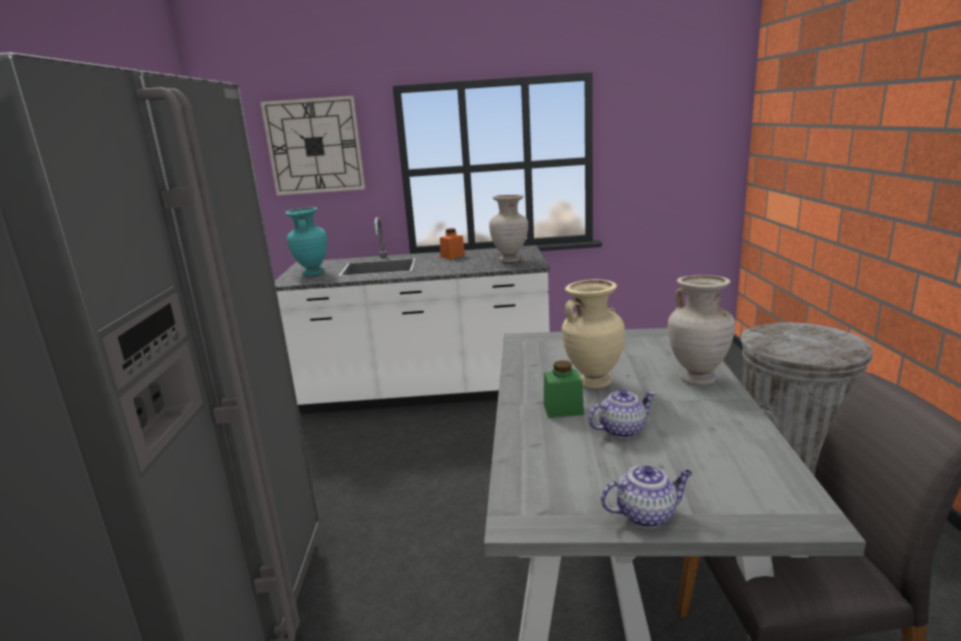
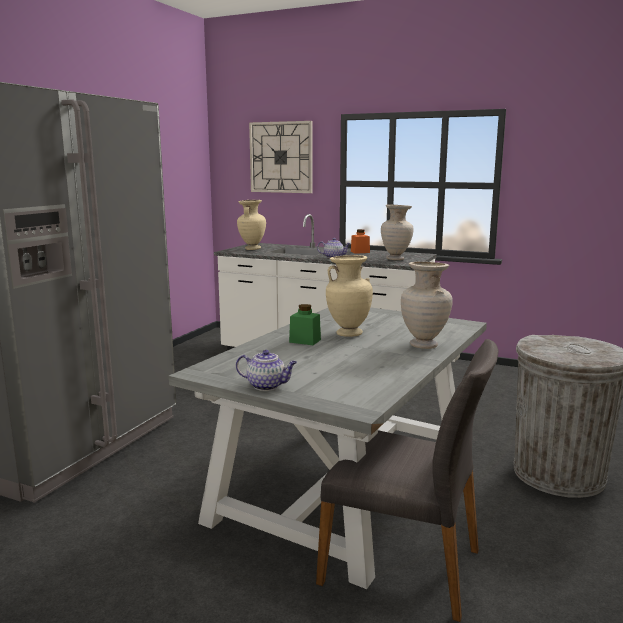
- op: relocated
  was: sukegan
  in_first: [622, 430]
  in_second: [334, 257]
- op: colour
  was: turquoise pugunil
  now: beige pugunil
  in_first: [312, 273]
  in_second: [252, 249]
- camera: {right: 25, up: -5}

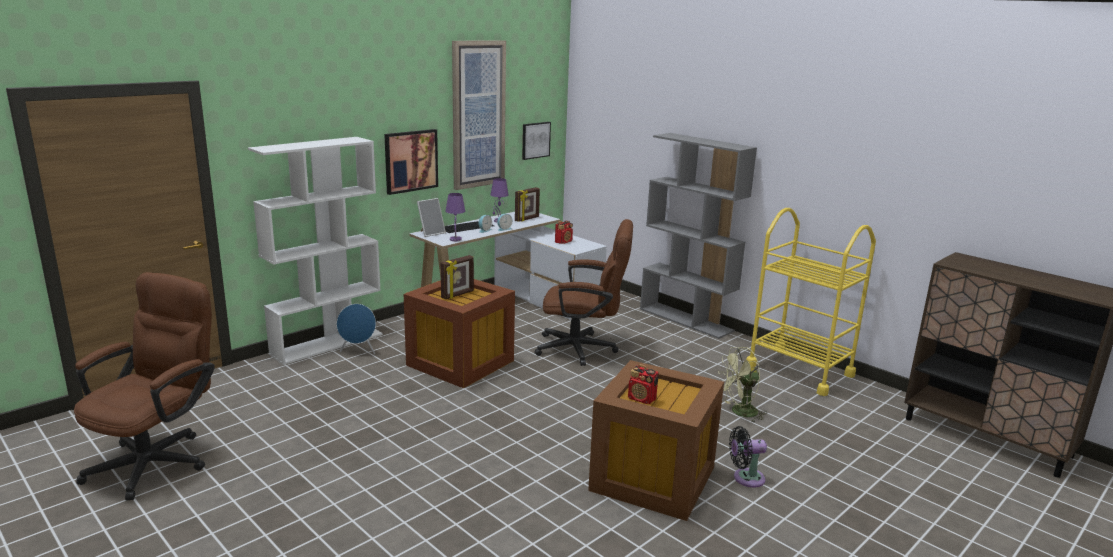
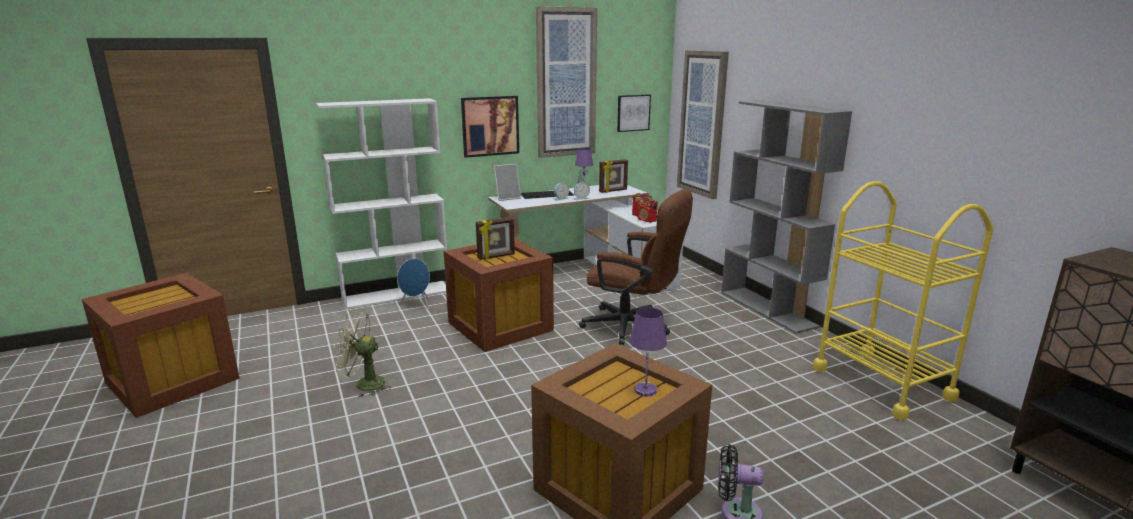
- op: appeared
  now: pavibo
  in_second: [702, 124]
- op: relocated
  was: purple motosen
  in_first: [455, 239]
  in_second: [645, 390]
- op: relocated
  was: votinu
  in_first: [642, 399]
  in_second: [647, 220]
- op: relocated
  was: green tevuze
  in_first: [739, 412]
  in_second: [363, 384]
- op: exchanged
  was: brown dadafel
  now: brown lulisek
  in_first: [158, 459]
  in_second: [175, 381]
- camera: {right: 20, up: 0}

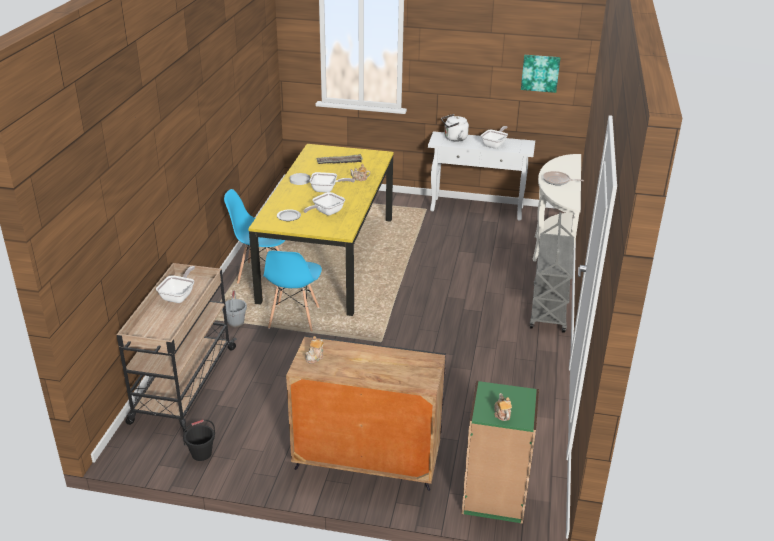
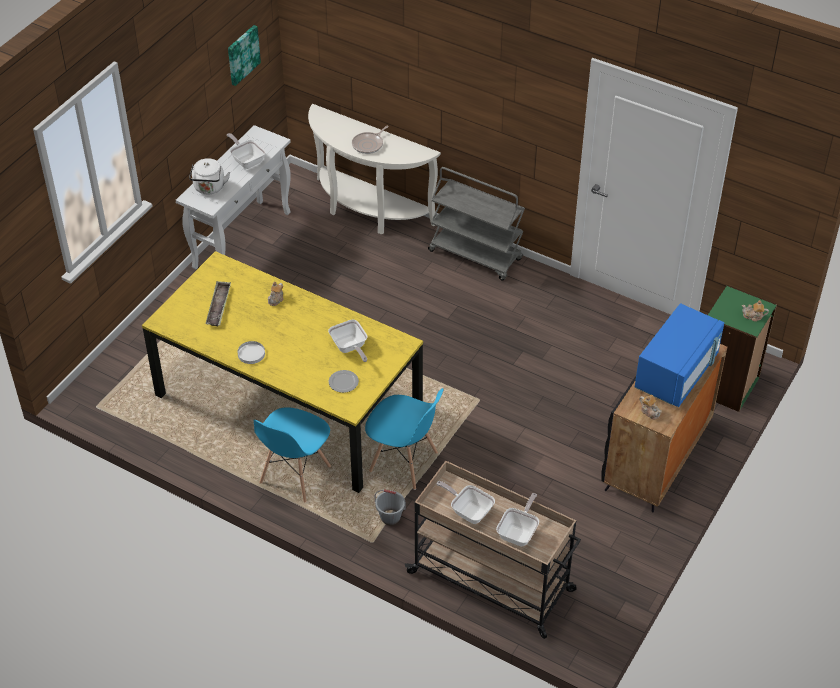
- op: missing
  was: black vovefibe
  in_first: [201, 454]
- op: appeared
  now: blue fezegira
  in_second: [676, 373]
- op: relocated
  was: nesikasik
  in_first: [327, 190]
  in_second: [519, 532]
- camera: {right: -70, up: 15}

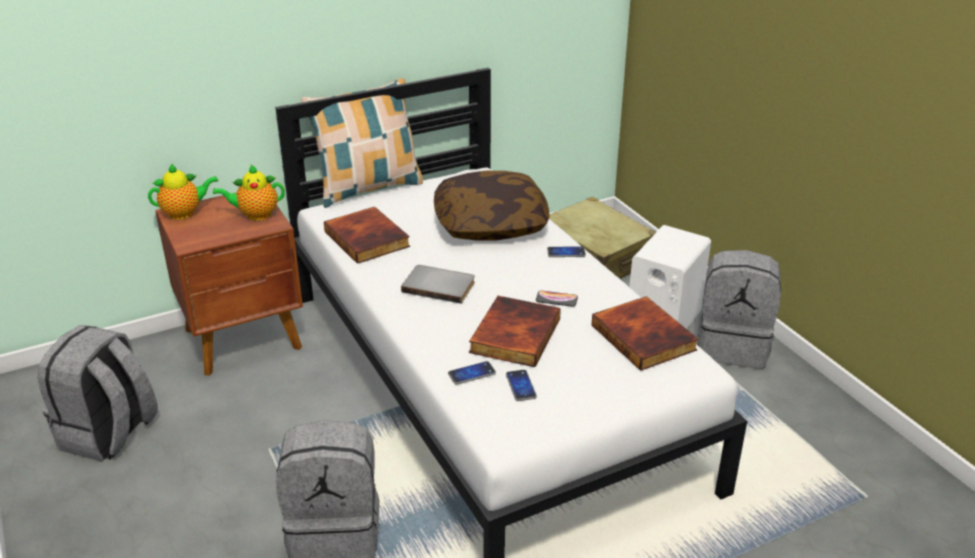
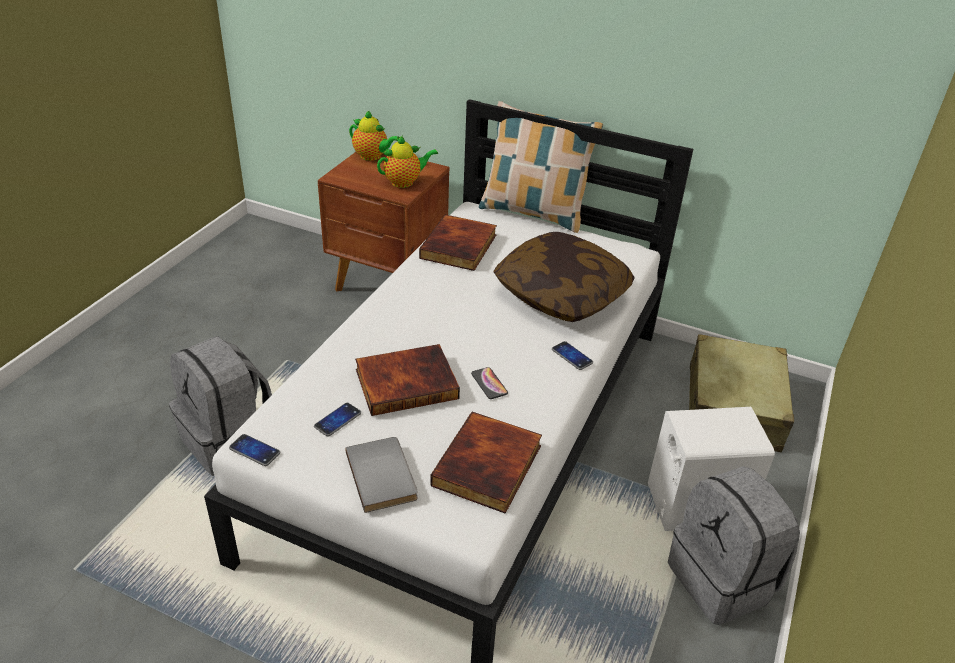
- op: missing
  was: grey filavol
  in_first: [109, 434]
- op: relocated
  was: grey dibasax
  in_first: [439, 285]
  in_second: [384, 475]
- op: relocated
  was: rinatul
  in_first: [472, 373]
  in_second: [254, 451]
- op: spun
  was: sukegan
  in_first: [255, 215]
  in_second: [405, 182]
  clockwise: 120
- camera: {right: 50, up: 5}

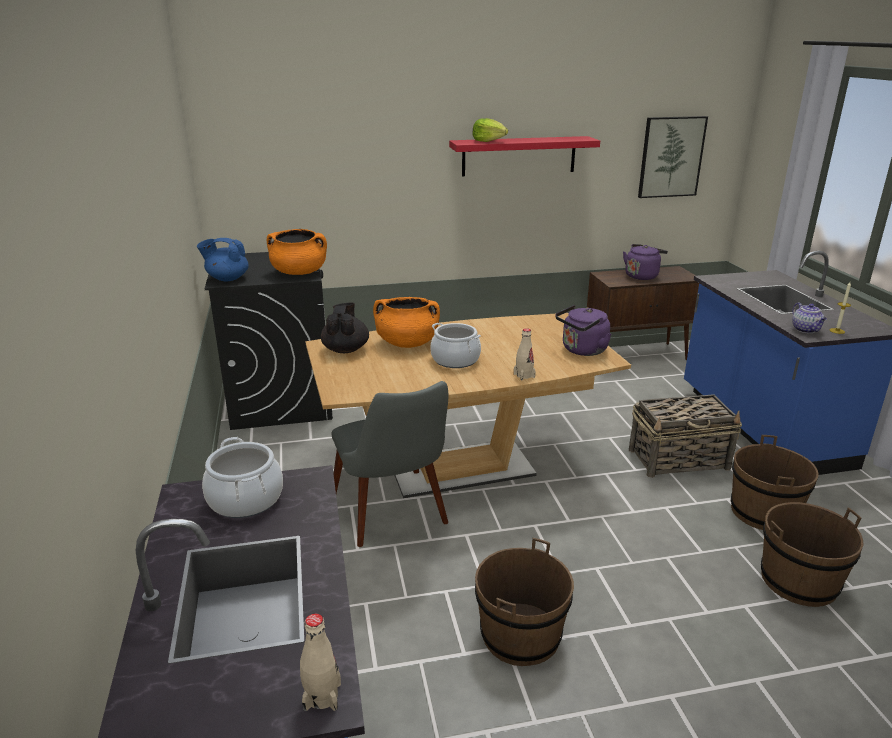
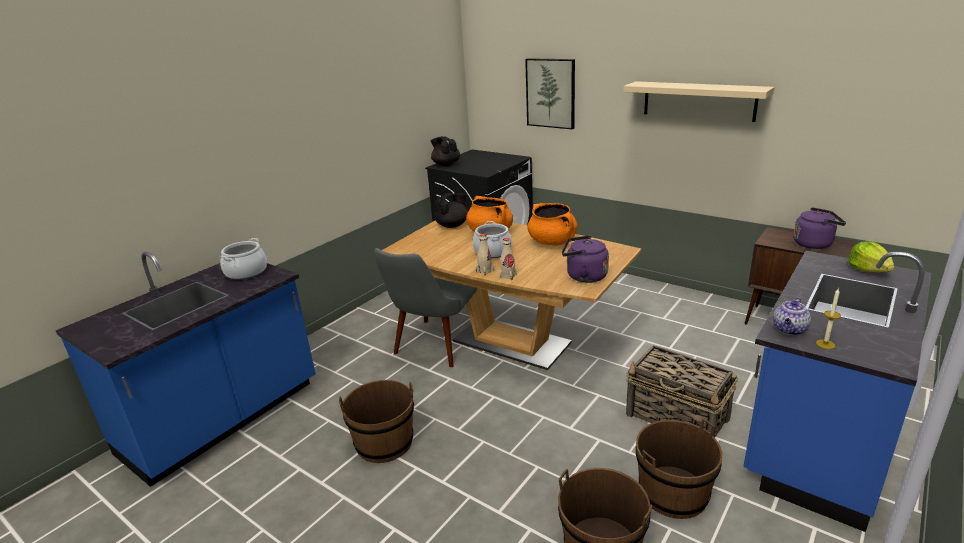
- op: relocated
  was: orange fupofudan
  in_first: [299, 272]
  in_second: [552, 242]
- op: relocated
  was: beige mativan
  in_first: [322, 696]
  in_second: [485, 271]
- op: relocated
  was: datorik
  in_first: [488, 141]
  in_second: [869, 269]
- op: relocated
  was: pavibo
  in_first: [671, 157]
  in_second: [551, 93]
- op: colour
  was: blue sukegan
  now: black sukegan
  in_first: [227, 278]
  in_second: [446, 164]
- op: colour
  was: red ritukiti
  now: beige ritukiti
  in_first: [519, 156]
  in_second: [698, 100]
- camera: {right: 50, up: 0}

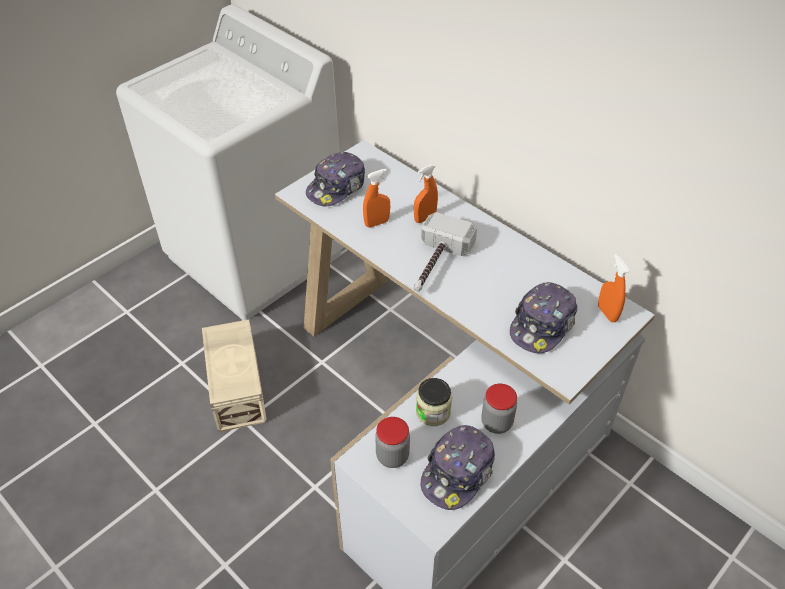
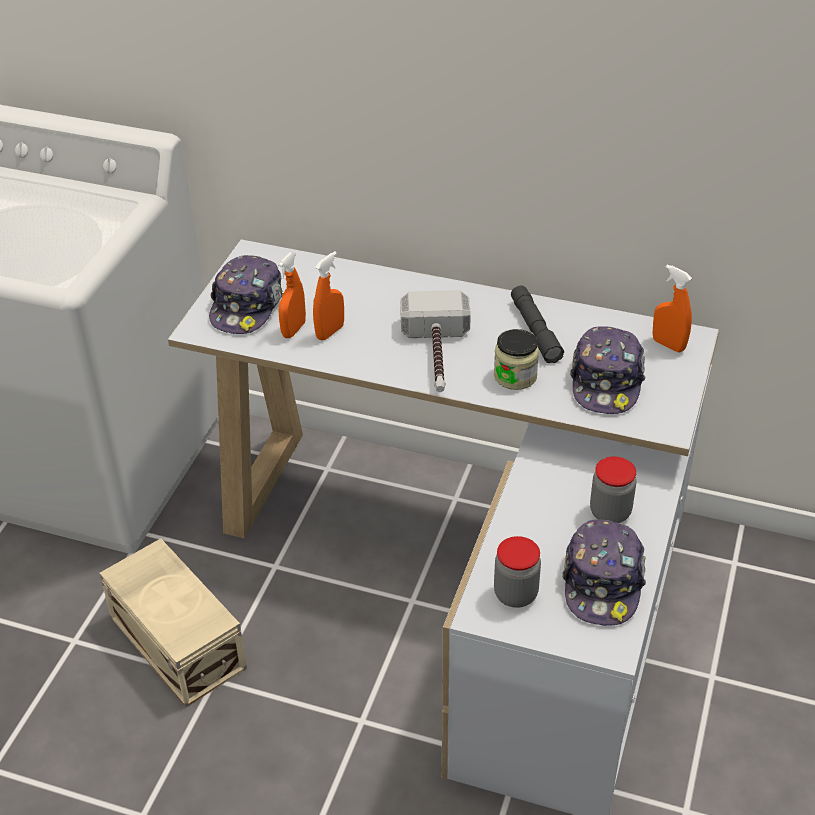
- op: appeared
  now: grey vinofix
  in_second: [535, 331]
- op: relocated
  was: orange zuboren
  in_first: [425, 218]
  in_second: [293, 330]
- op: relocated
  was: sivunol
  in_first: [433, 412]
  in_second: [515, 376]
- camera: {right: -25, up: -5}

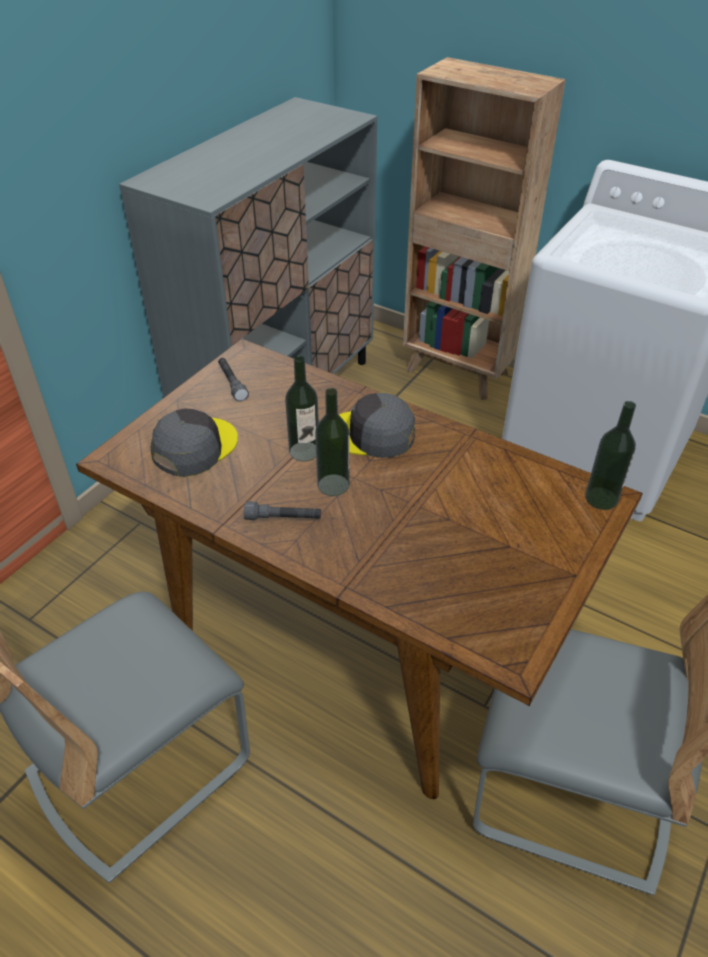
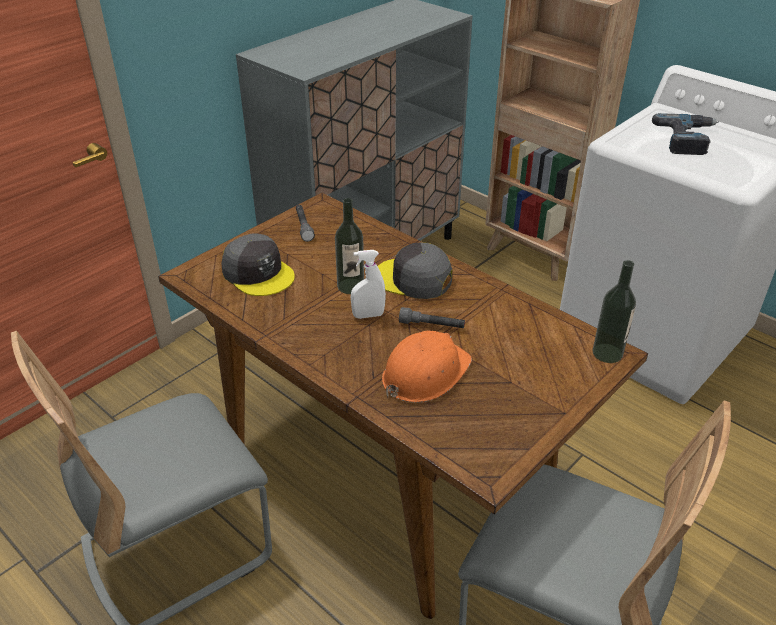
- op: appeared
  now: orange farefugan
  in_second: [424, 373]
- op: appeared
  now: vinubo
  in_second: [688, 139]
- op: relocated
  was: grey vinofix
  in_first: [283, 518]
  in_second: [431, 325]
- op: exchanged
  was: mativan
  now: white zuboren
  in_first: [333, 485]
  in_second: [368, 315]
- op: spun
  was: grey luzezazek
  in_first: [194, 447]
  in_second: [258, 273]
  clockwise: 90
- camera: {right: 10, up: -5}

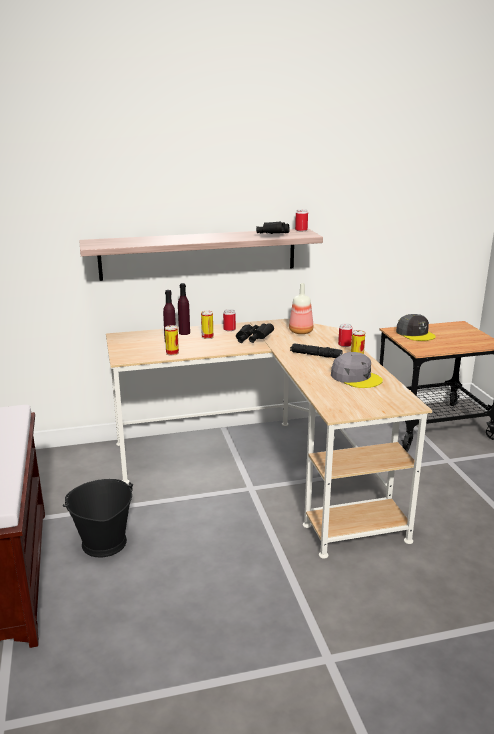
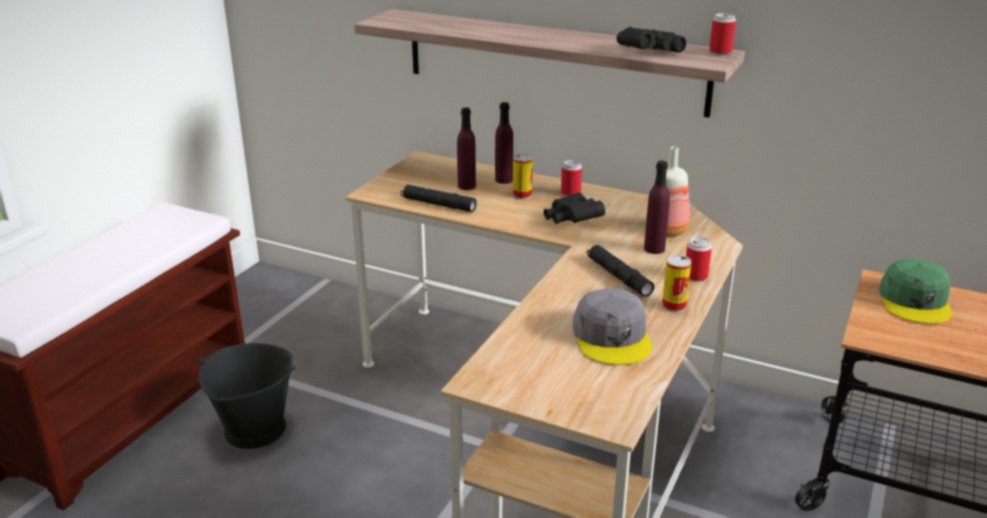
- op: appeared
  now: purple mativan
  in_second: [654, 249]
- op: exchanged
  was: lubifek
  now: black vinofix
  in_first: [172, 353]
  in_second: [438, 204]
- op: colour
  was: grey luzezazek
  now: green luzezazek
  in_first: [415, 334]
  in_second: [915, 302]
- camera: {right: 40, up: 5}

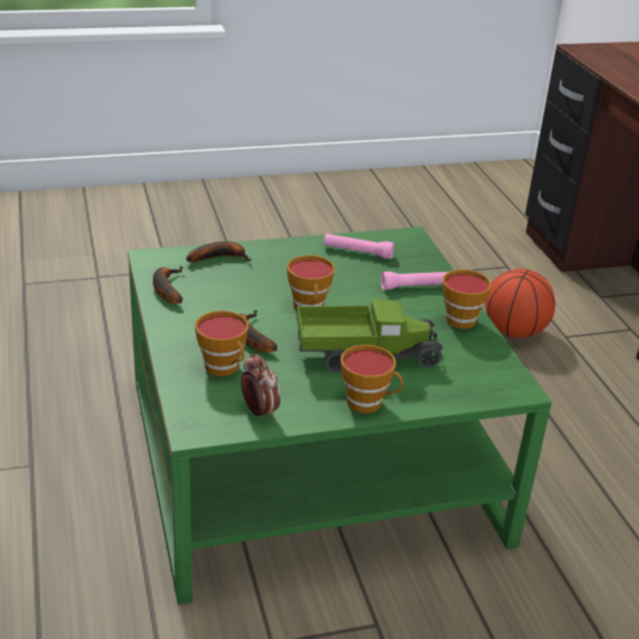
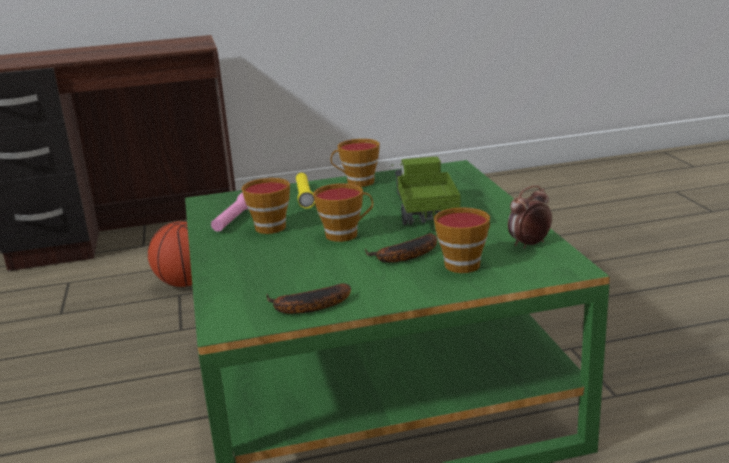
- op: missing
  was: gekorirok
  in_first: [220, 257]
- op: relocated
  was: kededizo
  in_first: [369, 403]
  in_second: [272, 226]
- op: colour
  was: pink vinofix
  now: yellow vinofix
  in_first: [416, 286]
  in_second: [304, 196]
- camera: {right: -85, up: -10}

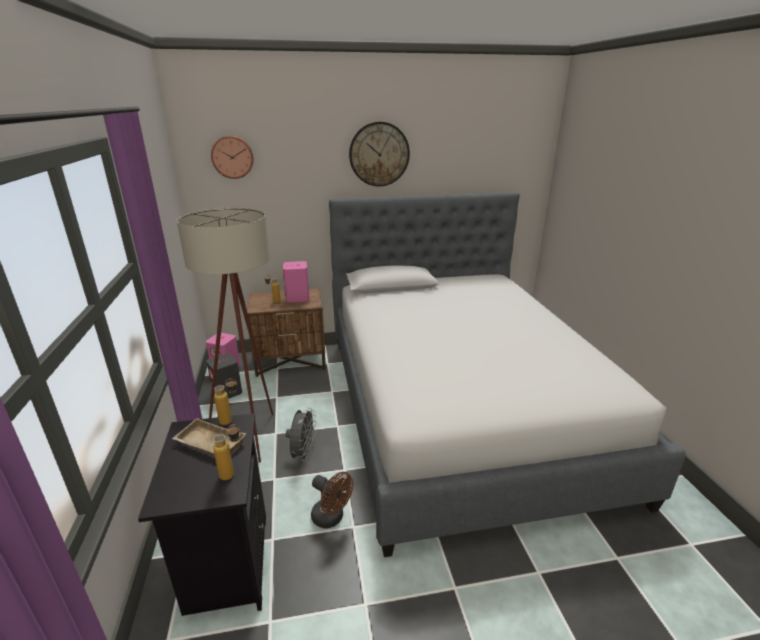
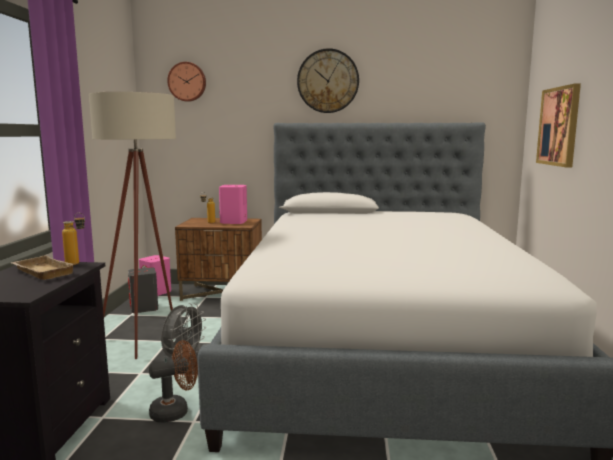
- op: missing
  was: mativan
  in_first: [233, 473]
- op: appeared
  now: pavibo
  in_second: [559, 126]
- op: spun
  was: brown tevuze
  in_first: [331, 518]
  in_second: [175, 411]
  clockwise: -75
- camera: {right: 15, up: -15}

